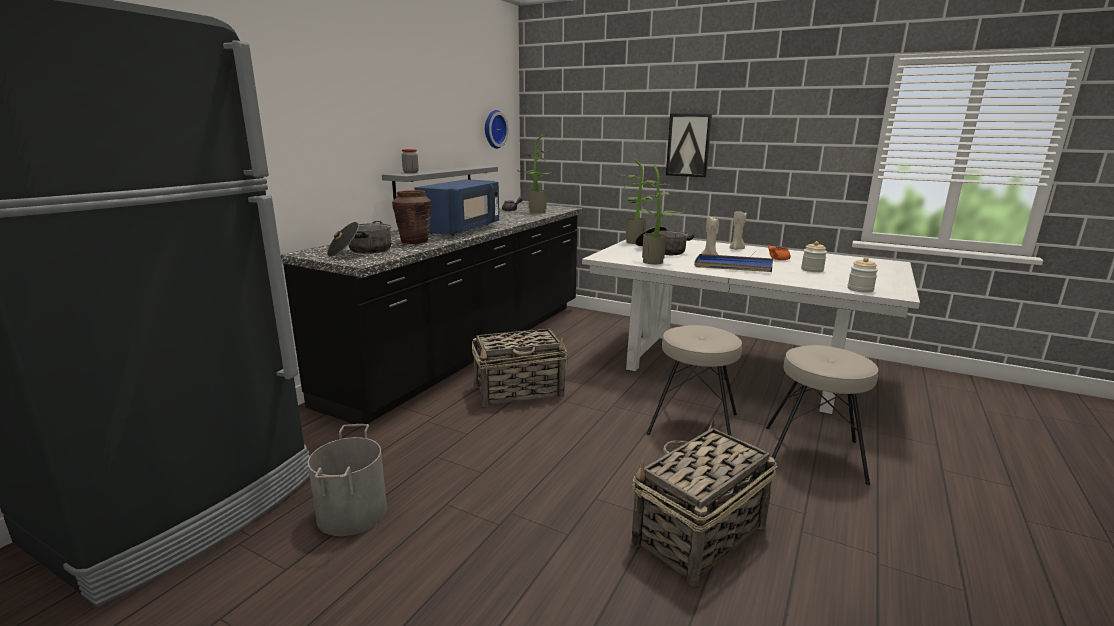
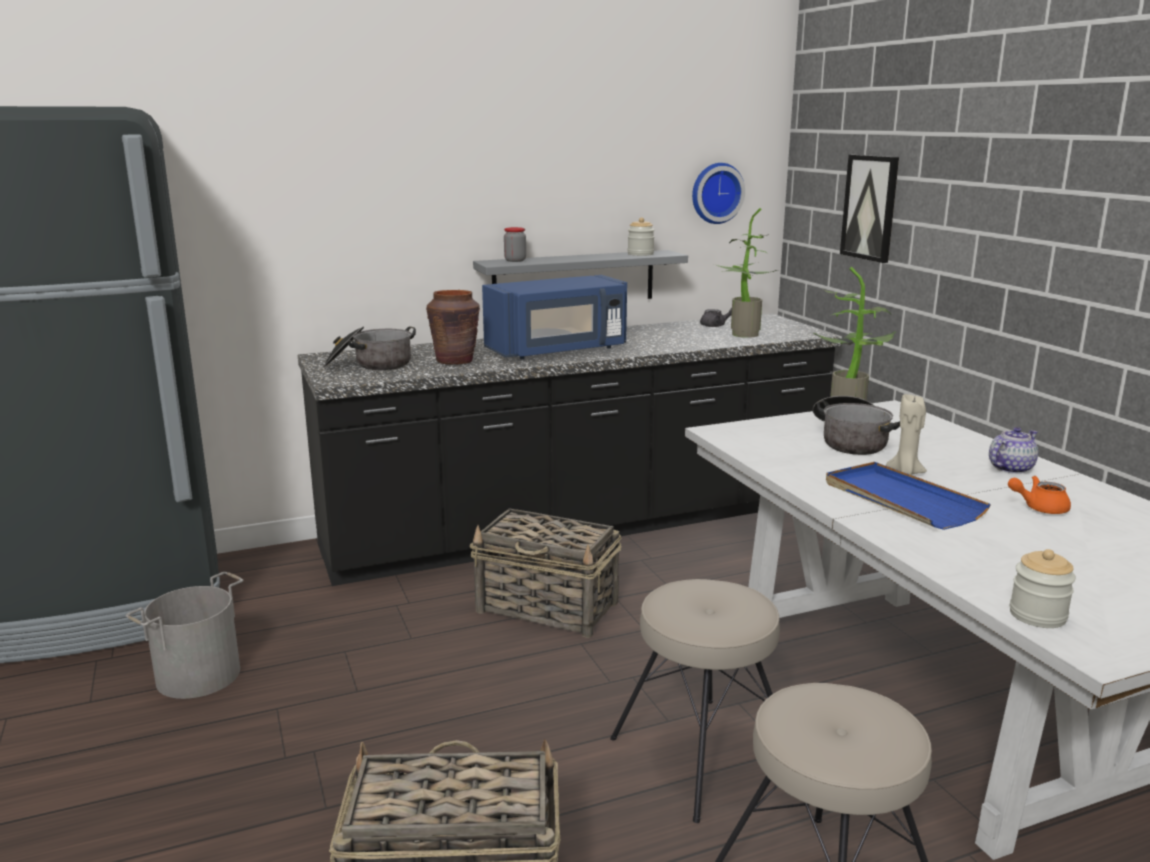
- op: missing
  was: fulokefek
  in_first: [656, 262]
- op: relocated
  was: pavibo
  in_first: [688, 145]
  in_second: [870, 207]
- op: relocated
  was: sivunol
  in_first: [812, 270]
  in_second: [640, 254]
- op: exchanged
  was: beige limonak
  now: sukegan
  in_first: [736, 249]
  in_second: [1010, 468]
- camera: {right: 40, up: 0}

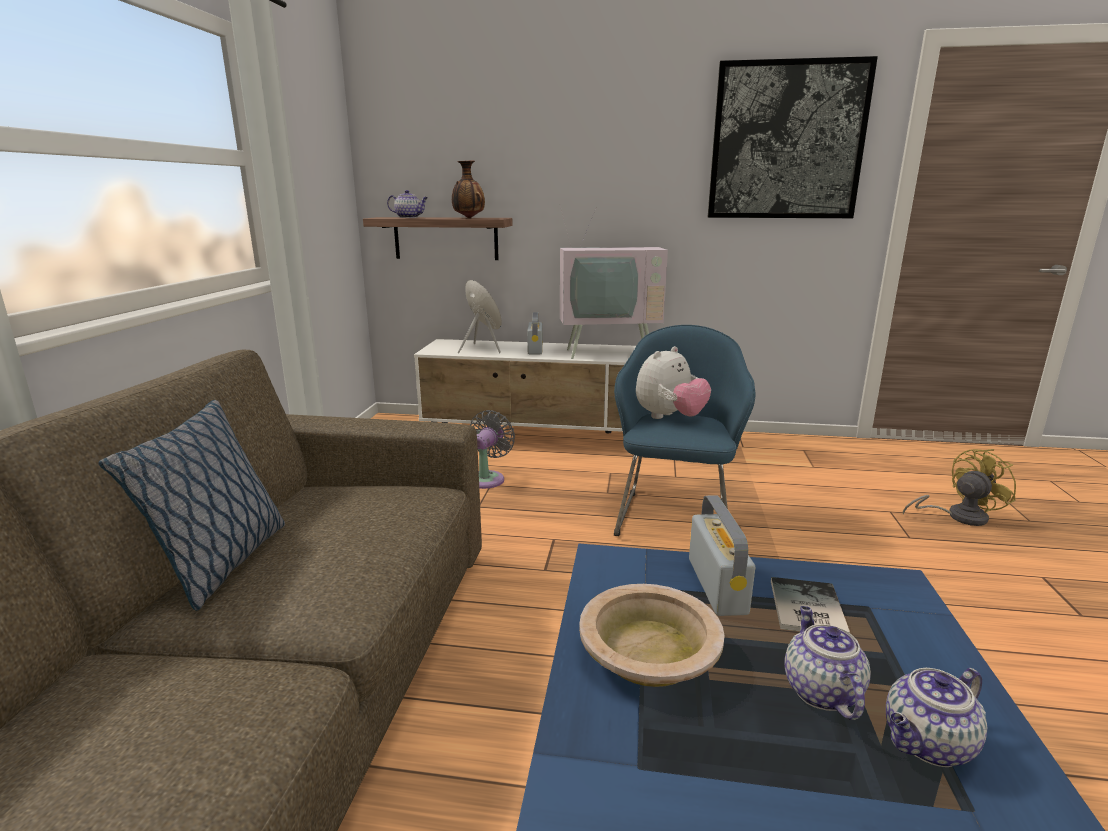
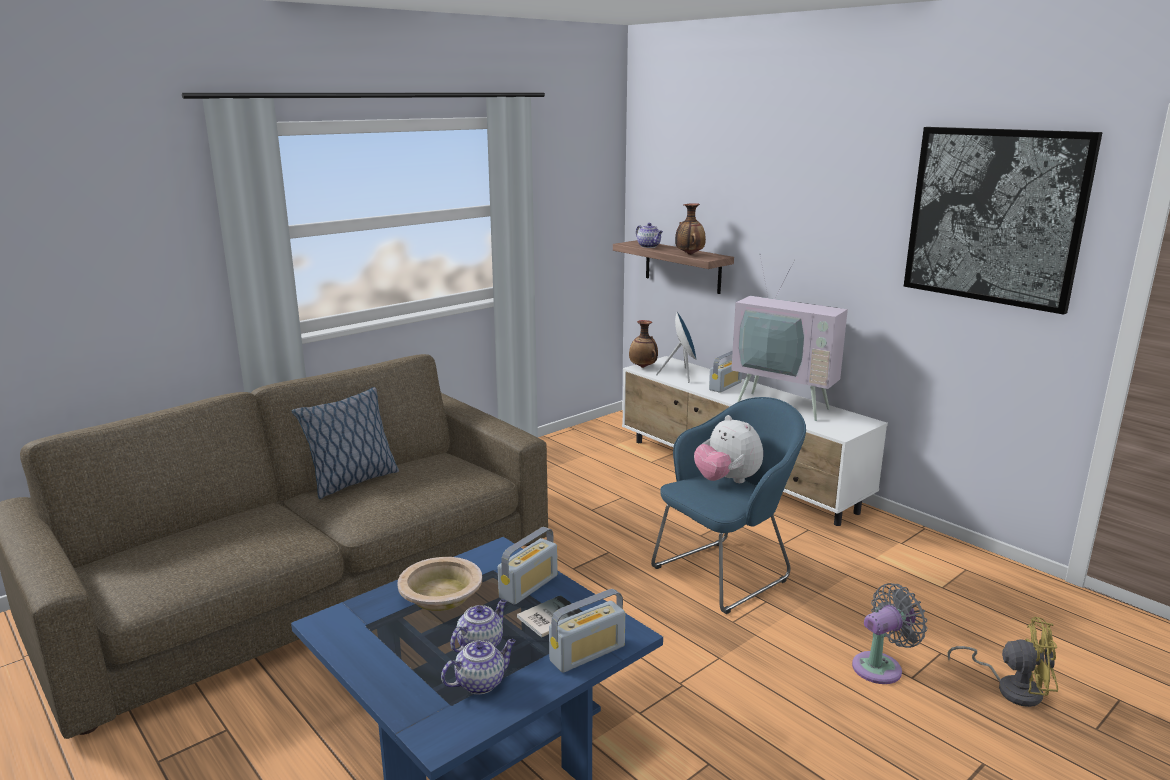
- op: appeared
  now: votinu
  in_second: [587, 653]
- op: appeared
  now: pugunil
  in_second: [643, 367]
- op: relocated
  was: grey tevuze
  in_first: [488, 478]
  in_second: [881, 666]
- op: spun
  was: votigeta
  in_first: [669, 417]
  in_second: [727, 481]
  clockwise: 60
- op: spun
  was: sukegan
  in_first: [927, 744]
  in_second: [481, 682]
  clockwise: 135
- camera: {right: 40, up: 0}

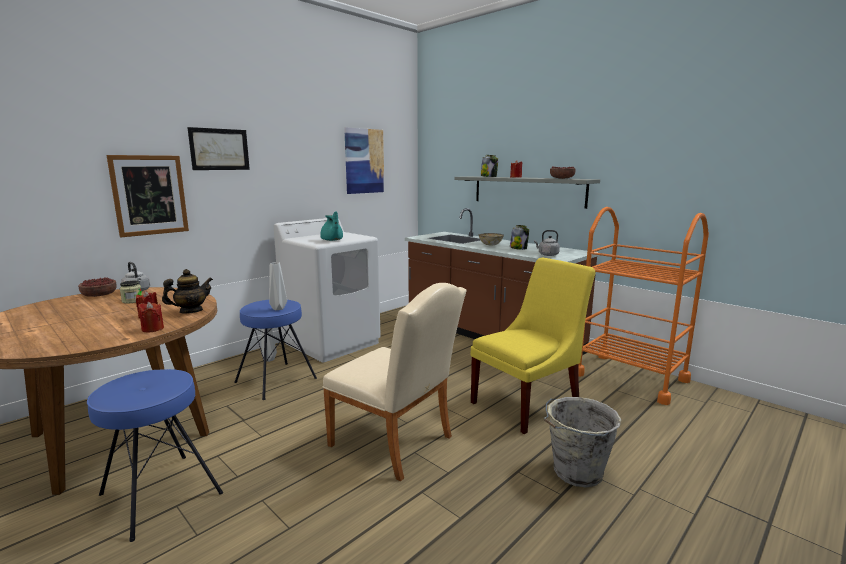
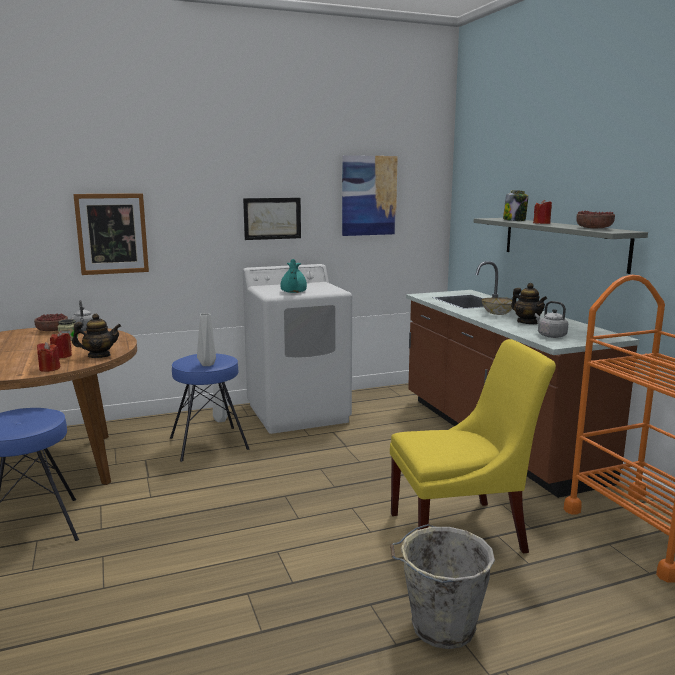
- op: missing
  was: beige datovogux
  in_first: [397, 444]
- op: relocated
  was: pavibo
  in_first: [219, 149]
  in_second: [272, 218]
- op: exchanged
  was: sivunol
  now: sukegan
  in_first: [518, 248]
  in_second: [527, 322]
- camera: {right: 25, up: 0}

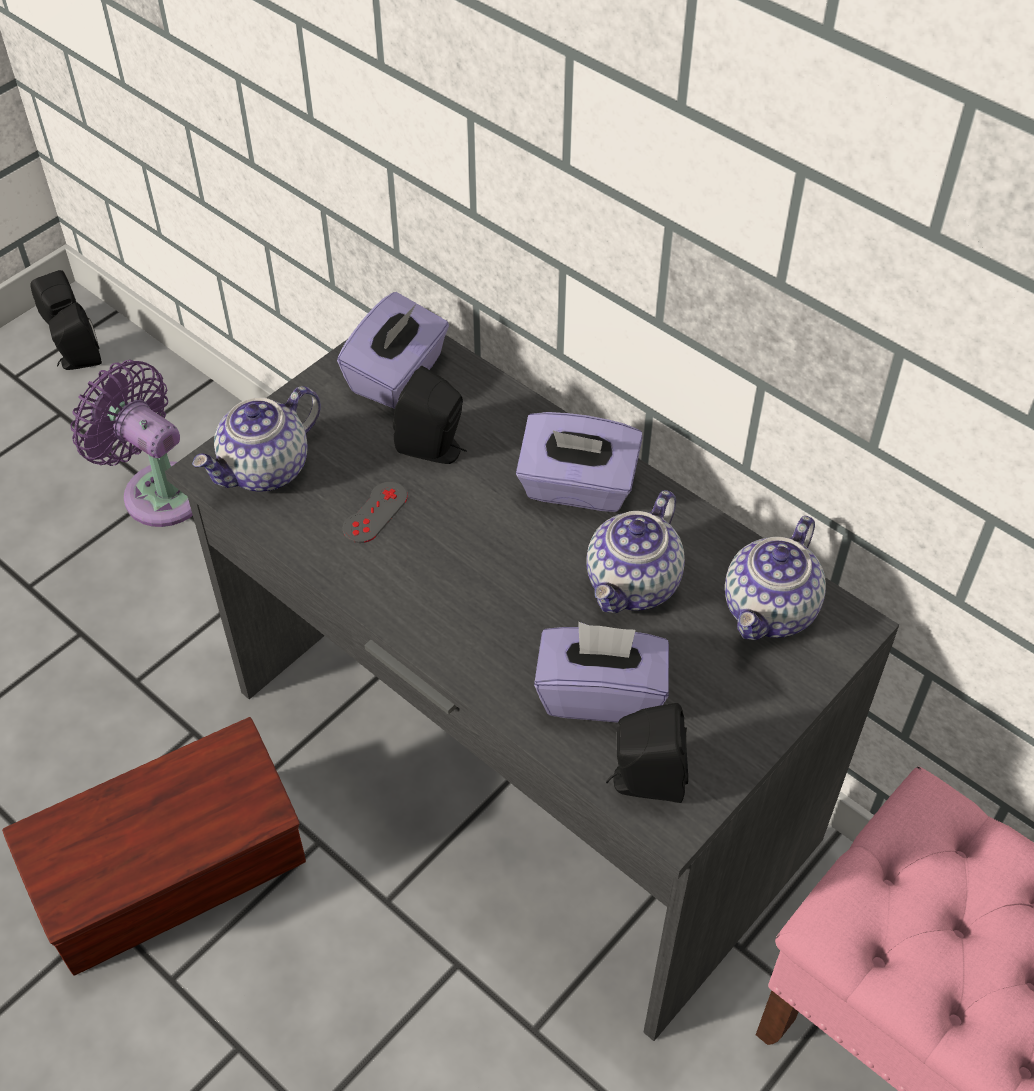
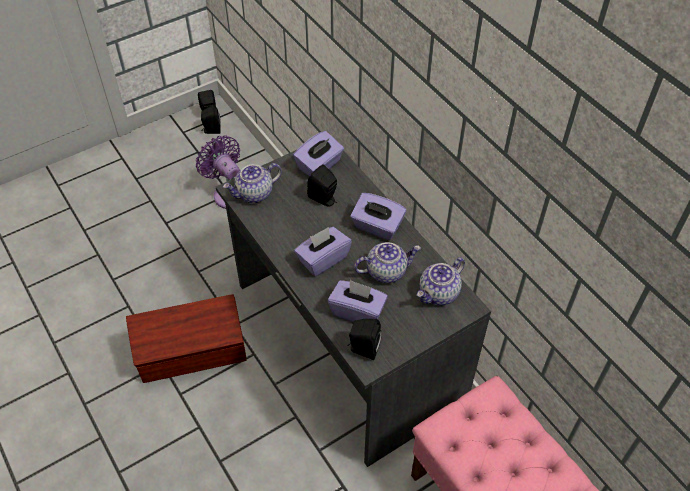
- op: missing
  was: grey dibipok
  in_first: [375, 512]
- op: appeared
  now: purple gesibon
  in_second: [323, 259]
- op: spun
  was: sukegan
  in_first: [634, 584]
  in_second: [386, 271]
  clockwise: -150
- camera: {right: 15, up: 0}

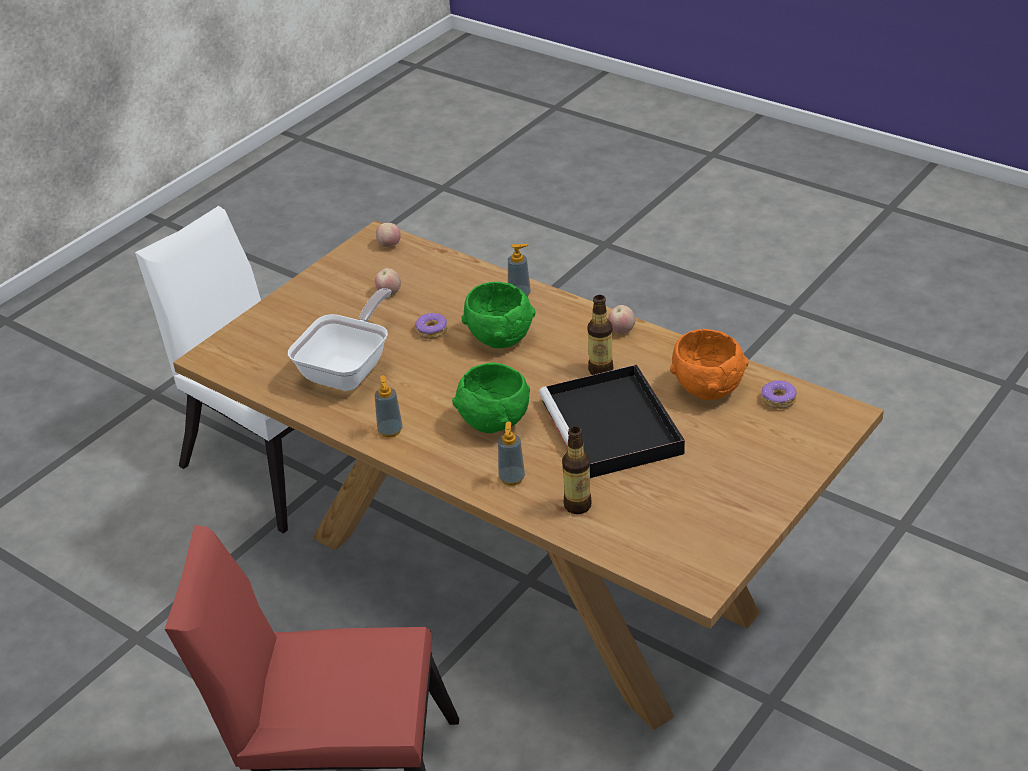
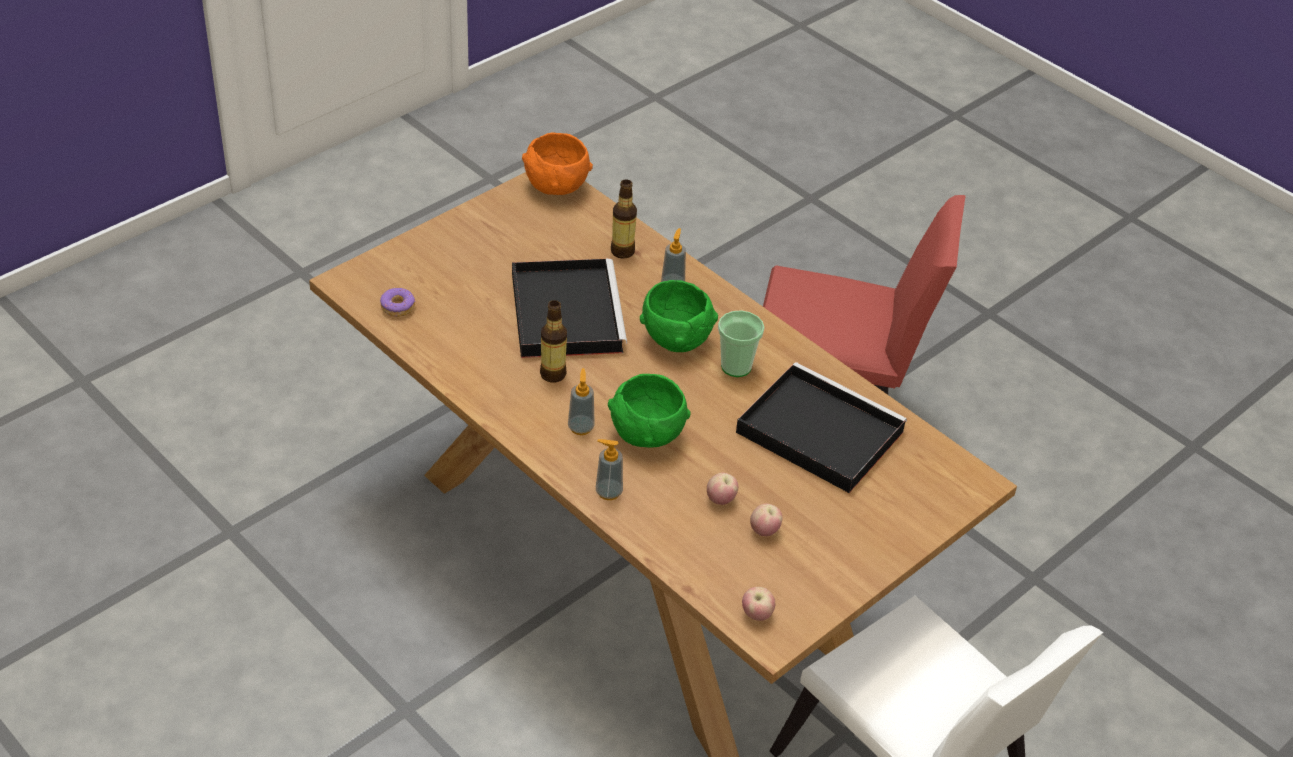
- op: missing
  was: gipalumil
  in_first: [432, 331]
- op: appeared
  now: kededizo
  in_second: [736, 366]
- op: relocated
  was: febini
  in_first: [390, 431]
  in_second: [581, 427]
- op: relocated
  was: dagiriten
  in_first: [621, 330]
  in_second: [720, 500]
- op: relocated
  was: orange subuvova
  in_first: [707, 388]
  in_second: [556, 187]
- op: exchanged
  was: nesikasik
  now: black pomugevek
  in_first: [349, 369]
  in_second: [816, 431]
- camera: {right: -175, up: 5}

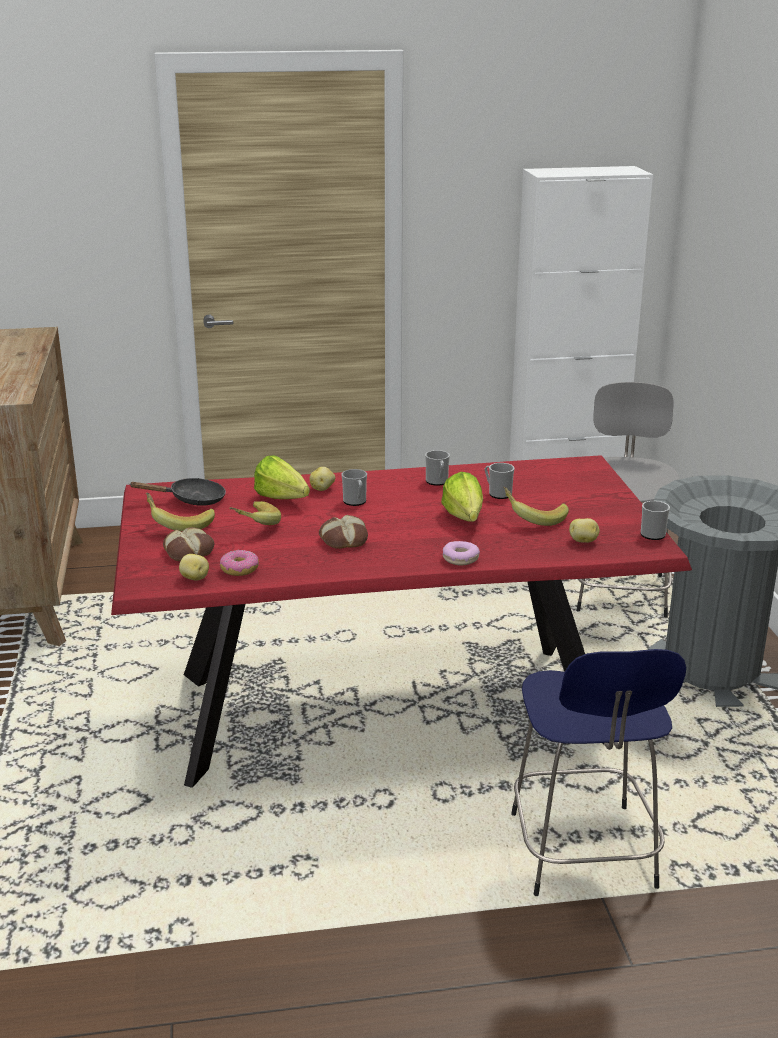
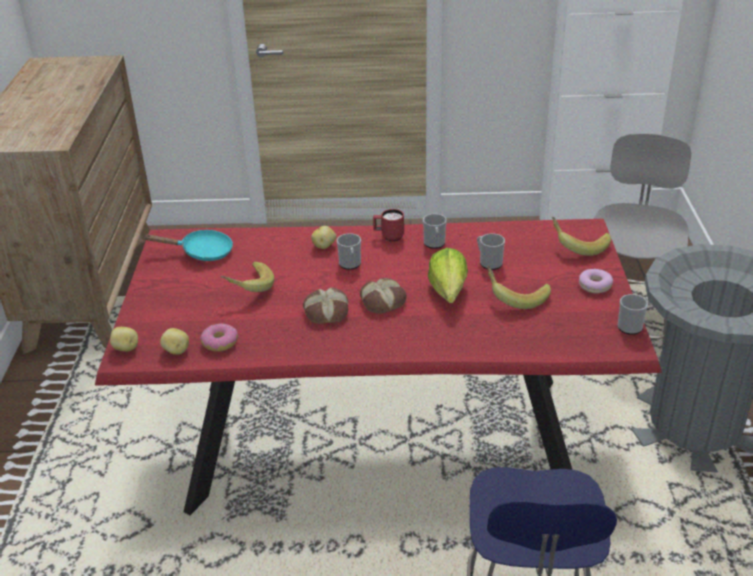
- op: missing
  was: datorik
  in_first: [284, 500]
- op: appeared
  now: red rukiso
  in_second: [389, 237]
- op: relocated
  was: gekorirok
  in_first: [179, 524]
  in_second: [578, 246]
- op: relocated
  was: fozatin
  in_first: [189, 551]
  in_second: [383, 301]
- op: relocated
  was: gipalumil
  in_first: [460, 558]
  in_second: [595, 285]
- op: relocated
  was: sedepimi
  in_first: [583, 541]
  in_second: [126, 348]
- op: colour
  was: black nesikasik
  now: turquoise nesikasik
  in_first: [191, 500]
  in_second: [202, 252]
- camera: {right: 10, up: 10}

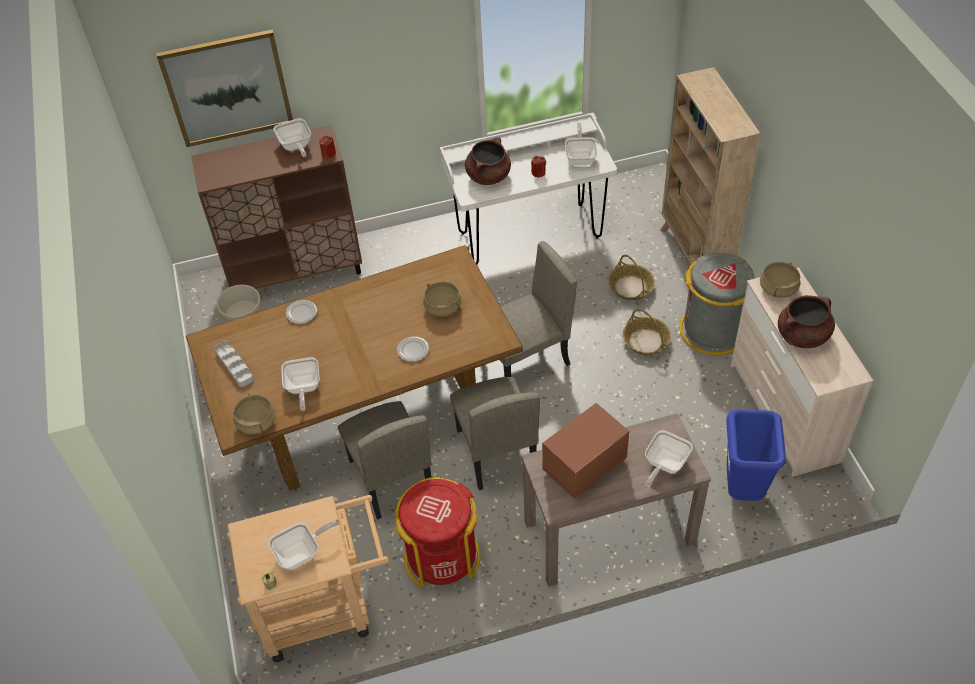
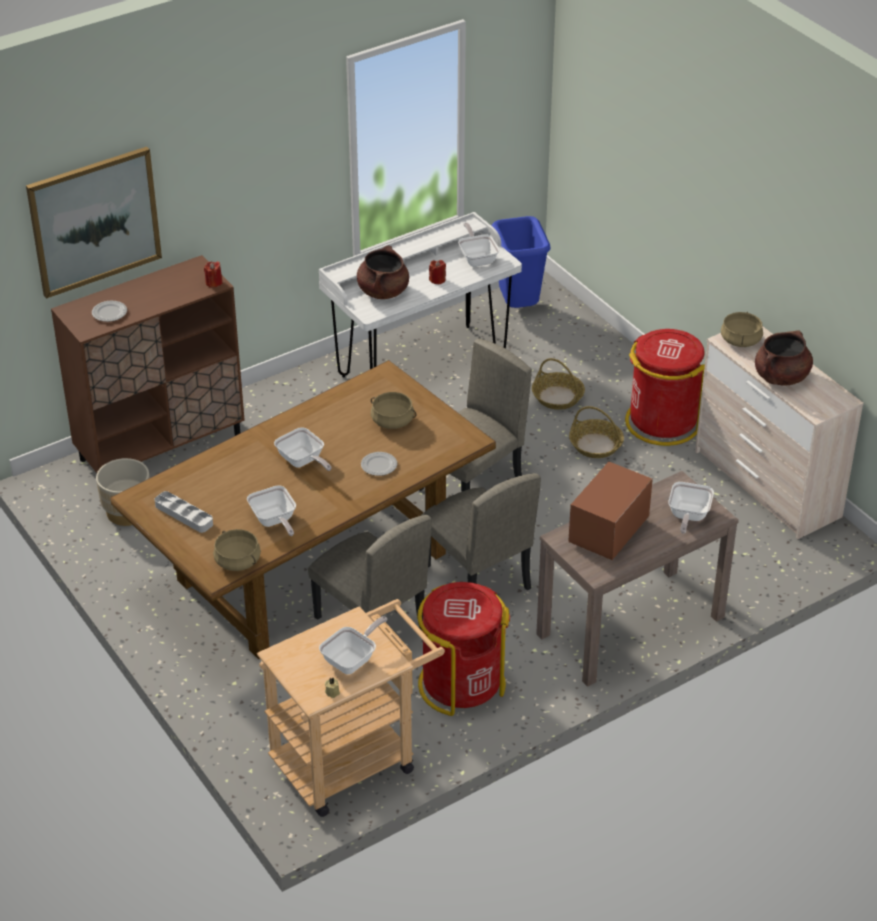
- op: missing
  was: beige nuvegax
  in_first: [694, 256]
- op: relocated
  was: nesikasik
  in_first: [296, 146]
  in_second: [303, 462]
- op: relocated
  was: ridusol
  in_first: [301, 313]
  in_second: [109, 313]
- op: relocated
  was: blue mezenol
  in_first: [742, 490]
  in_second: [518, 308]
- op: colour
  was: grey mezenol
  now: red mezenol
  in_first: [711, 329]
  in_second: [661, 422]
- camera: {right: -20, up: -10}

